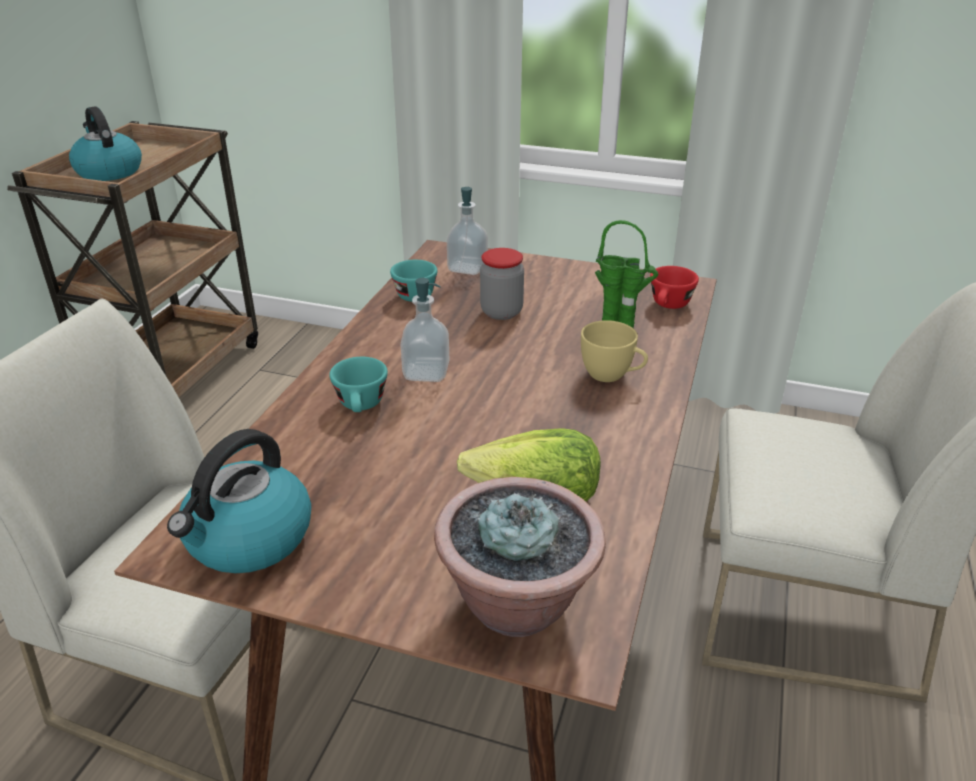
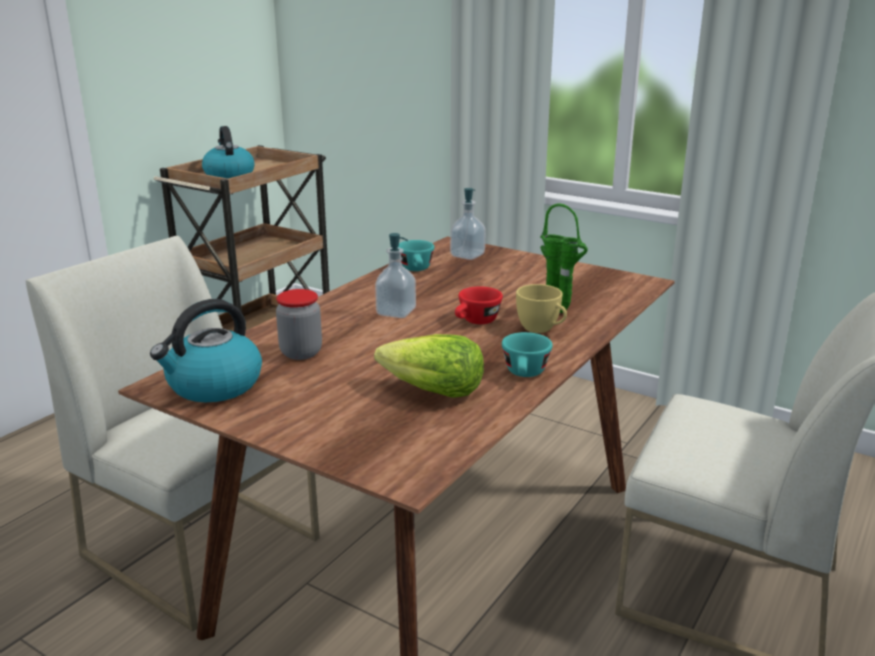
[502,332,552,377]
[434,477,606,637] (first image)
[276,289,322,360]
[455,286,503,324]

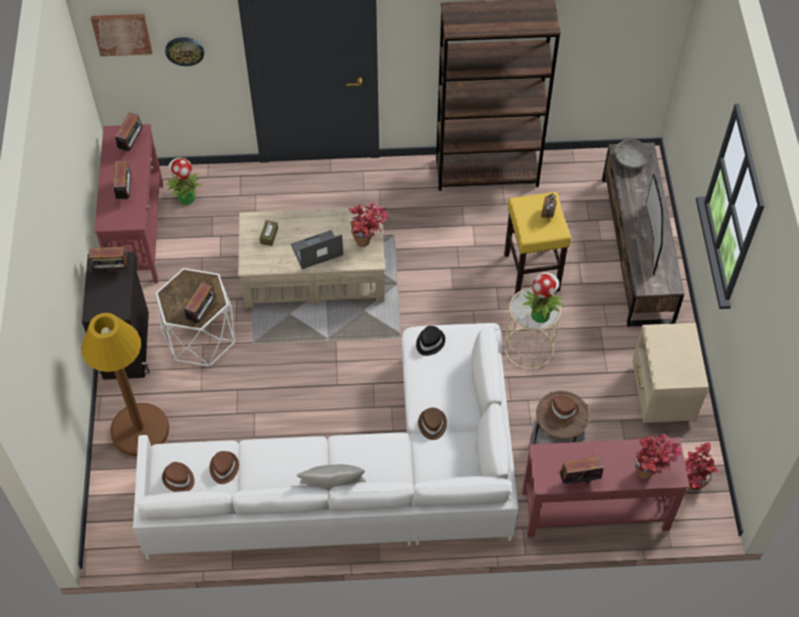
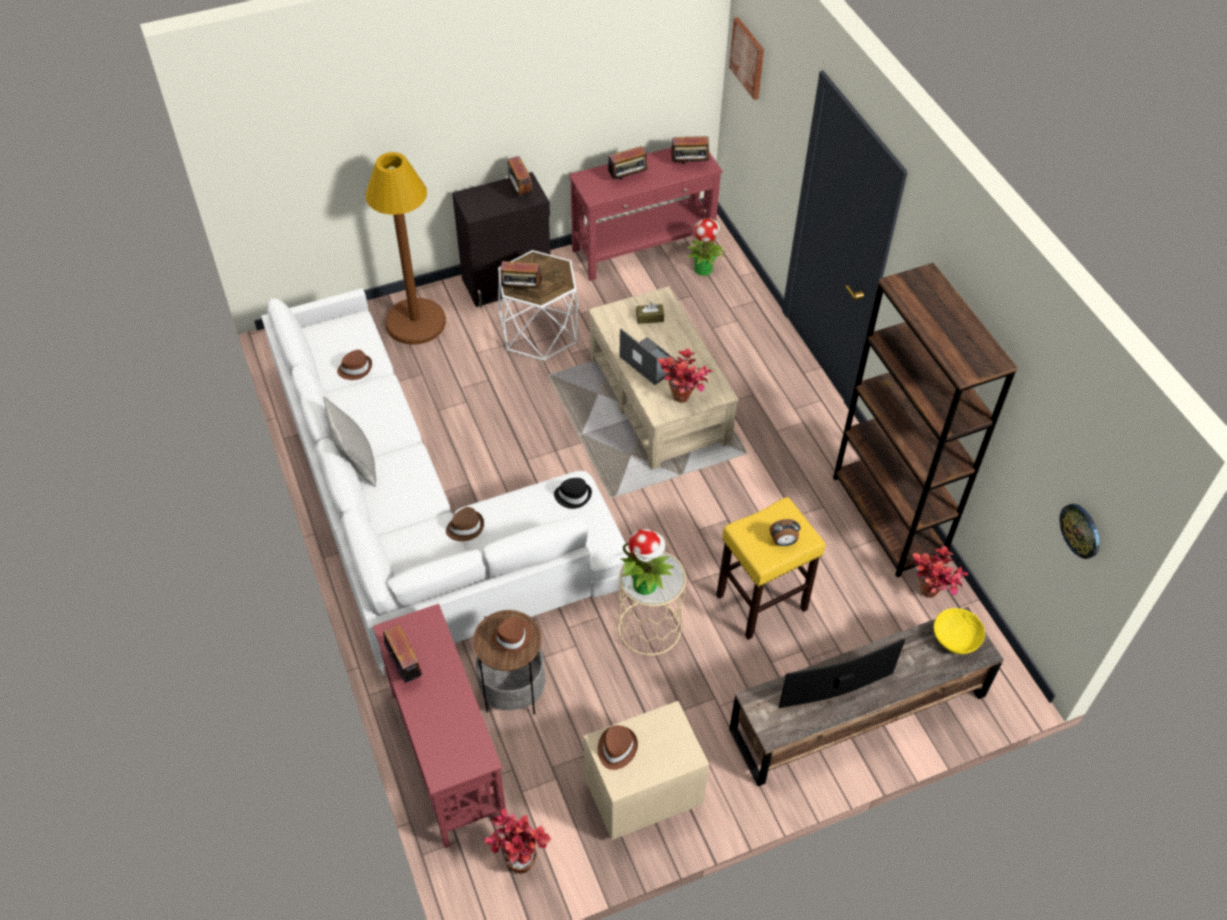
[598,725,638,770]
[1059,504,1100,559]
[934,608,985,654]
[913,546,968,598]

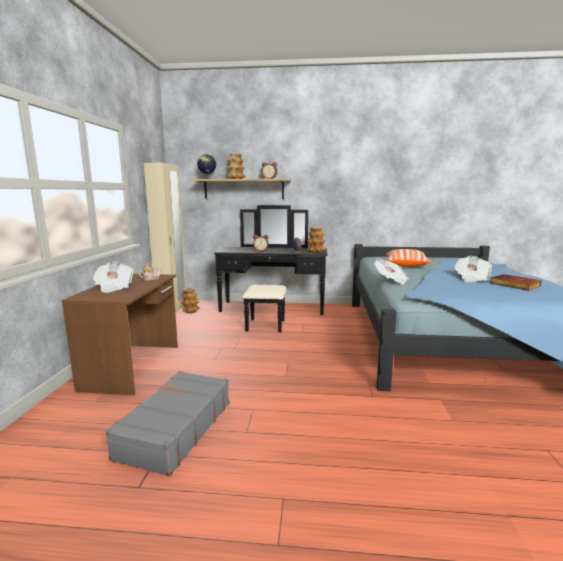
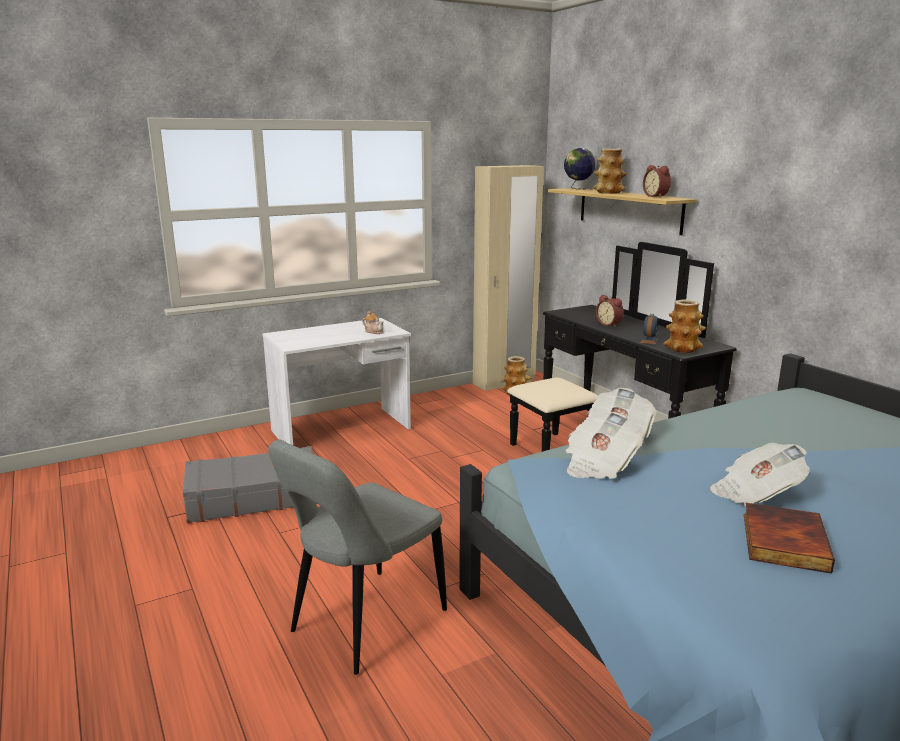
[262,318,411,445]
[566,412,643,479]
[386,249,431,267] (first image)
[268,439,447,675]

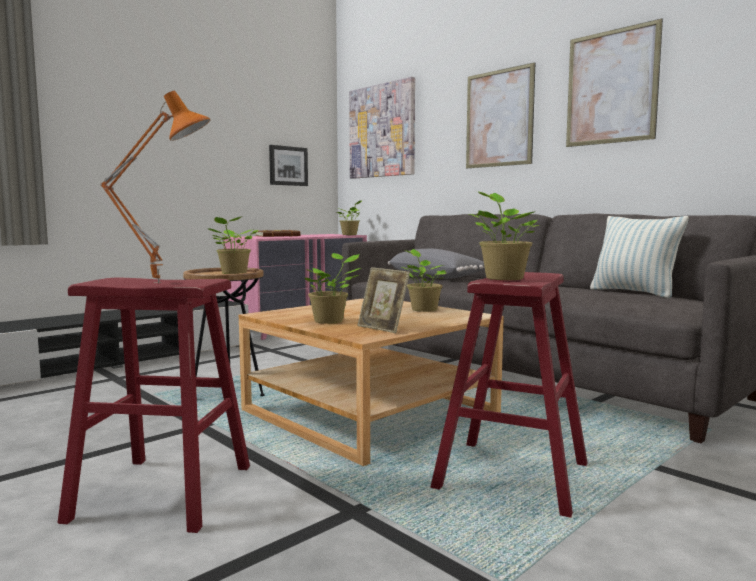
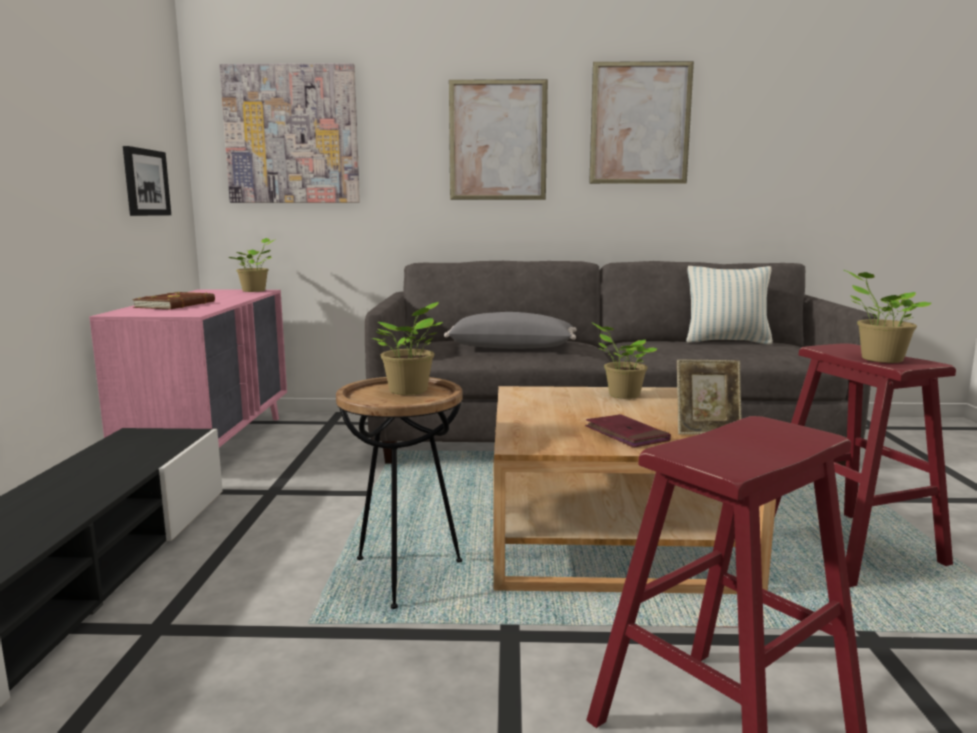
[100,91,210,283] (first image)
[585,414,671,448]

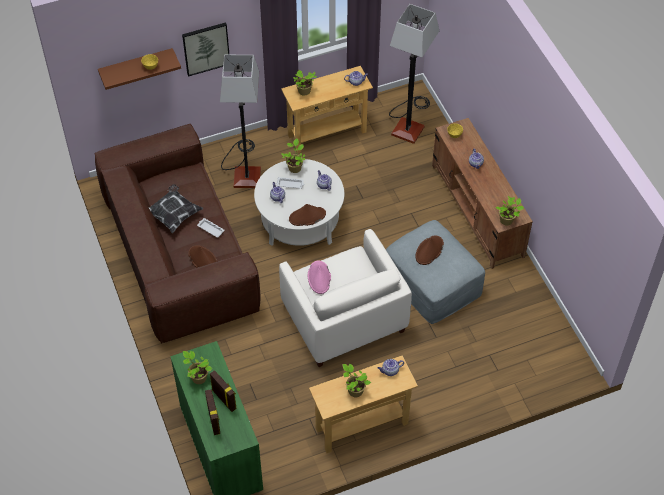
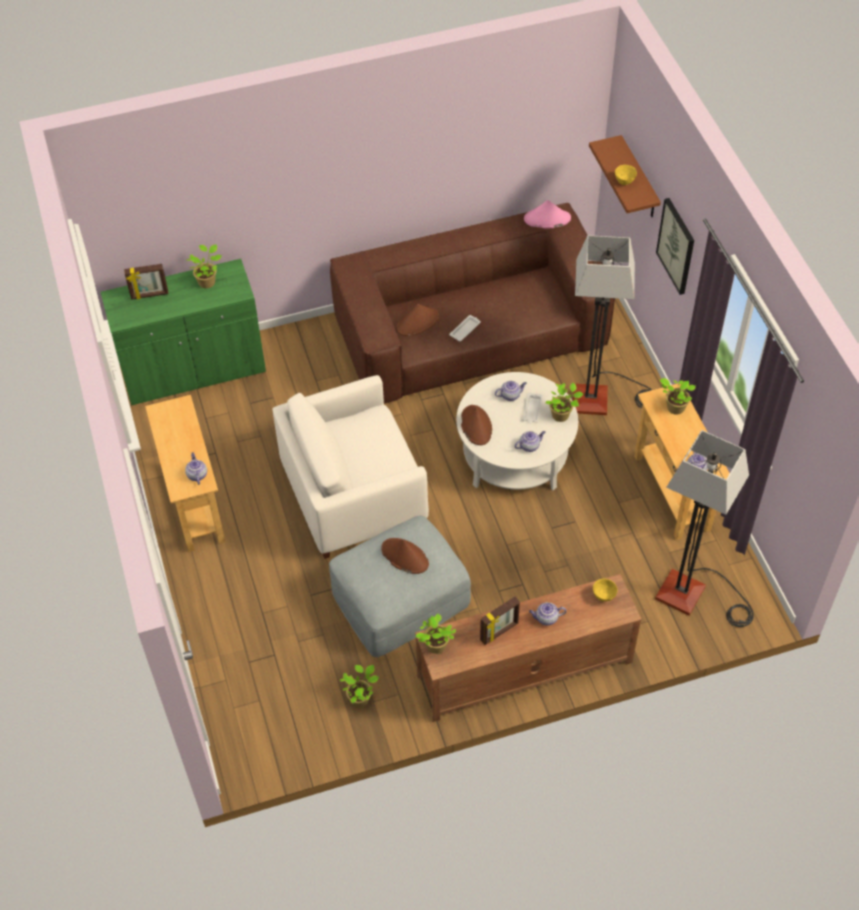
[149,184,203,234] (first image)
[480,597,520,645]
[524,200,571,228]
[340,665,379,708]

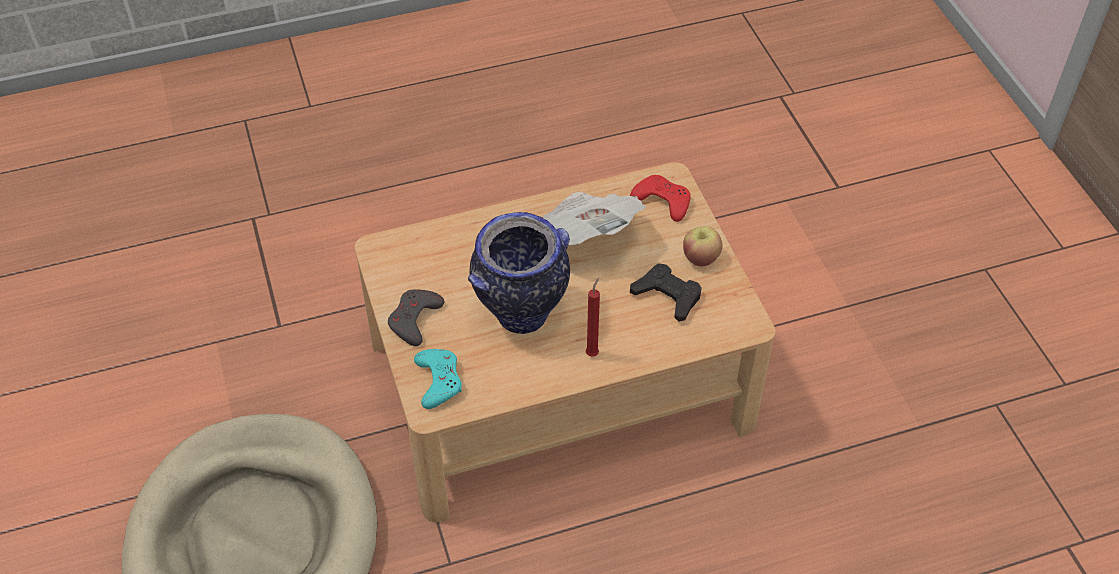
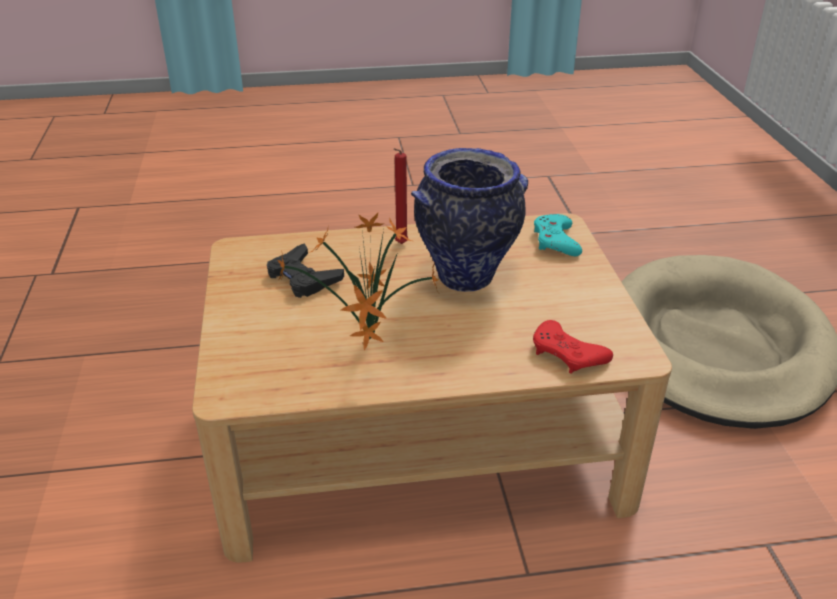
[388,290,445,346] (first image)
[277,213,439,351]
[533,320,613,374]
[683,226,722,266] (first image)

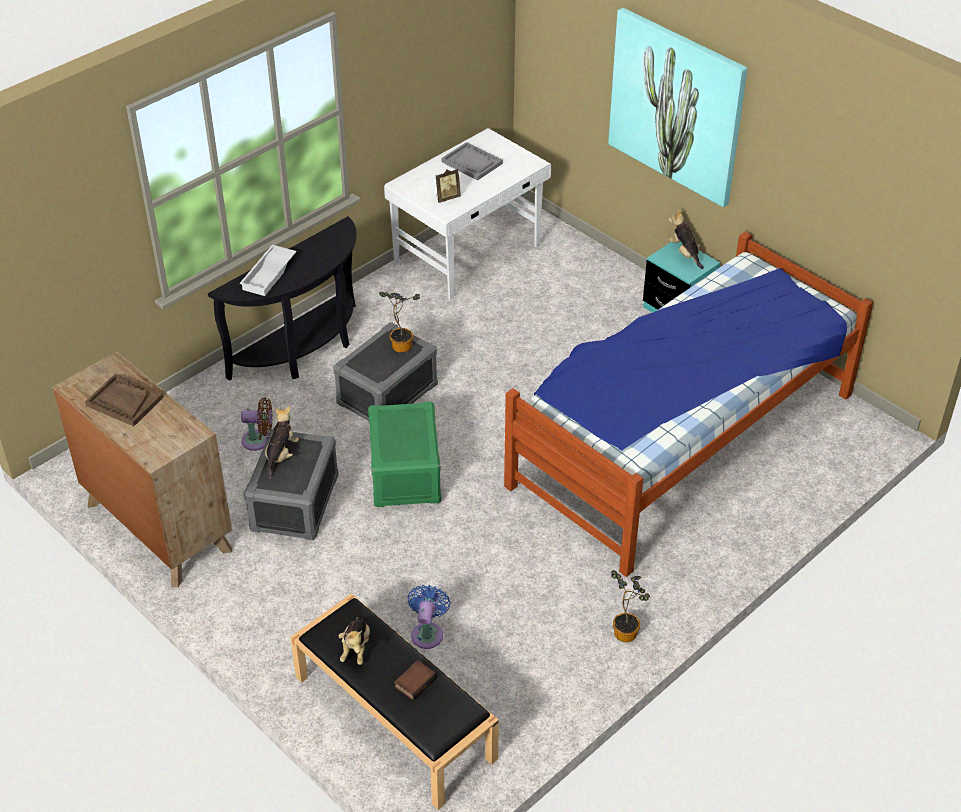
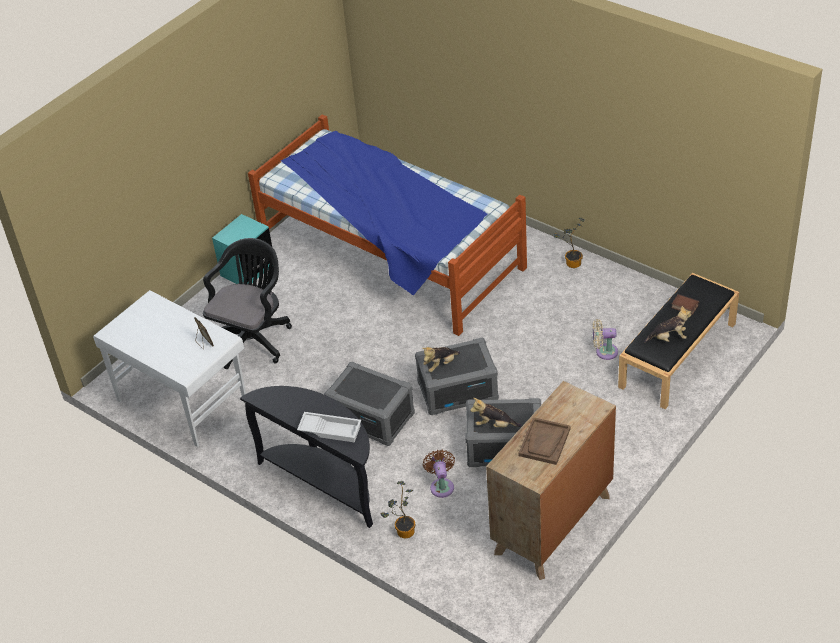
[415,338,499,415]
[381,481,416,538]
[593,319,618,360]
[442,142,503,180] (first image)
[608,8,747,207] (first image)
[422,347,460,372]
[203,238,292,369]

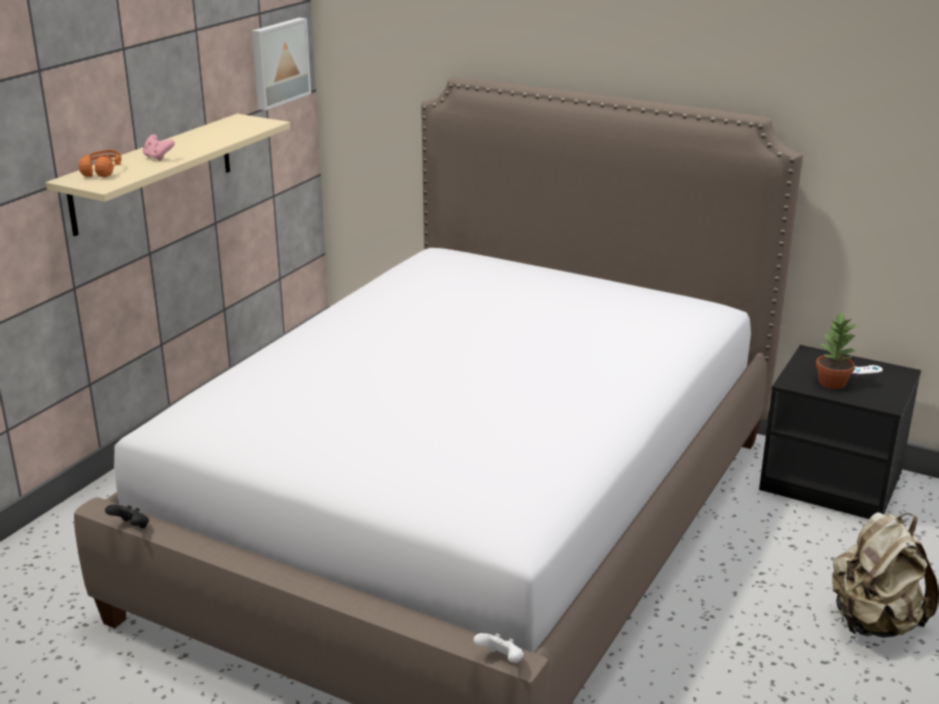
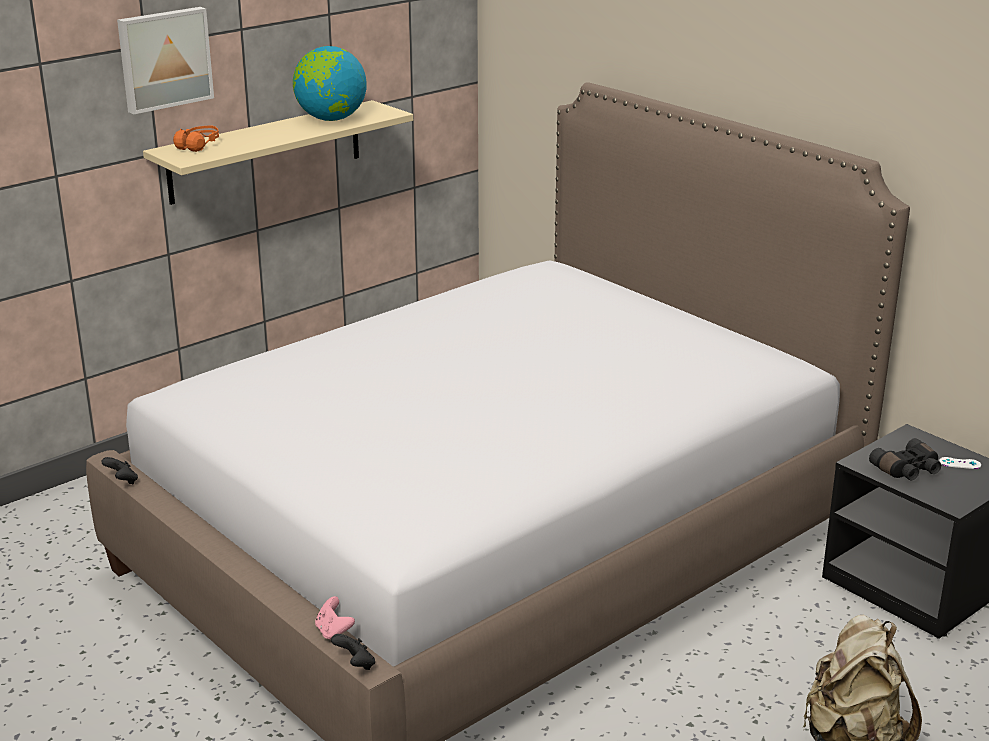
[315,596,355,640]
[117,7,214,114]
[331,634,375,670]
[869,438,941,480]
[293,46,367,121]

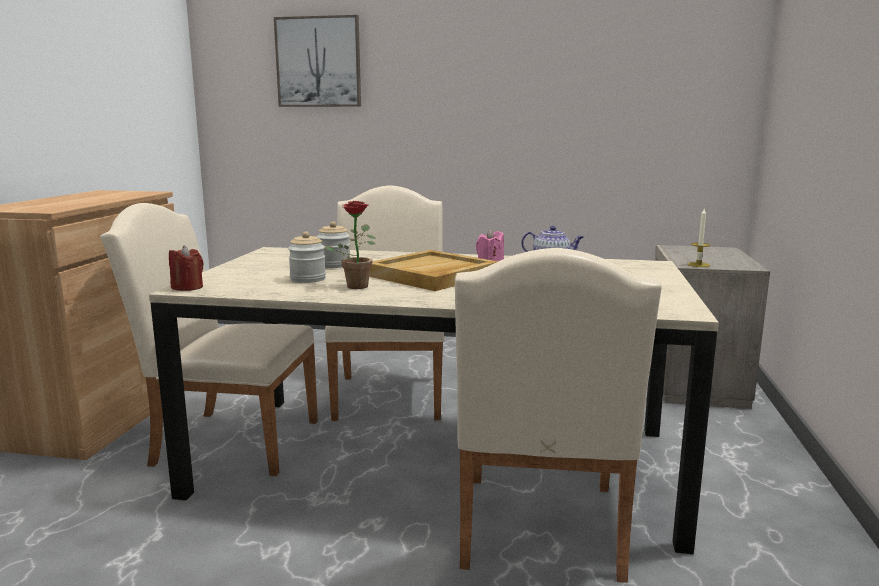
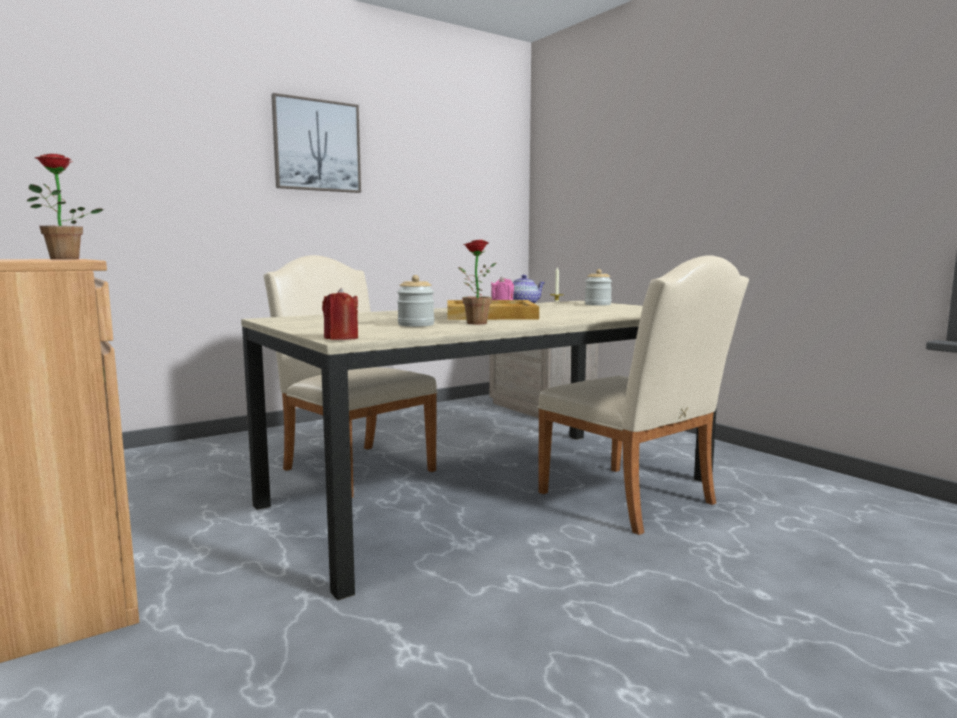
[100,203,318,476] (first image)
[271,93,361,193]
[585,269,612,306]
[27,154,104,259]

